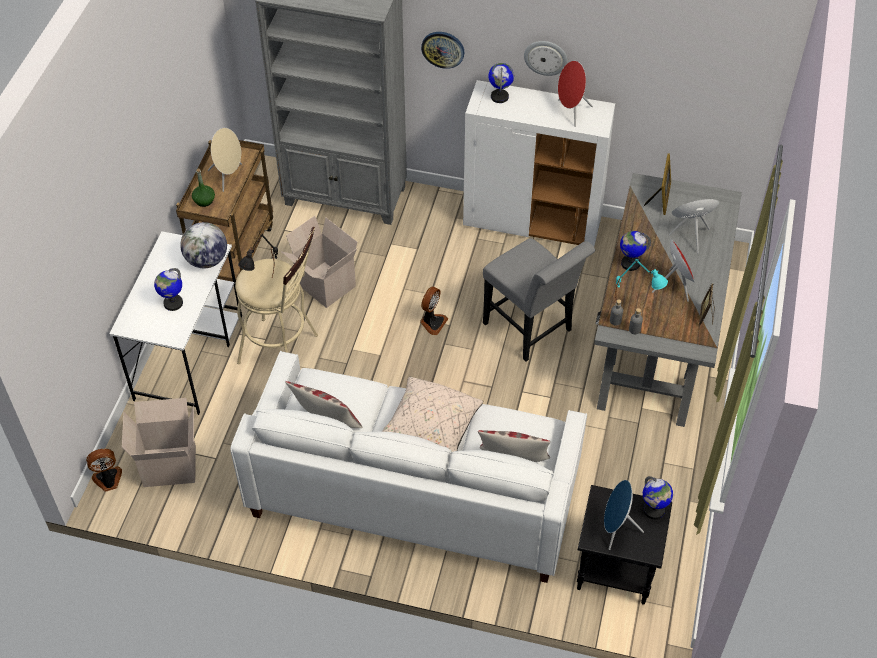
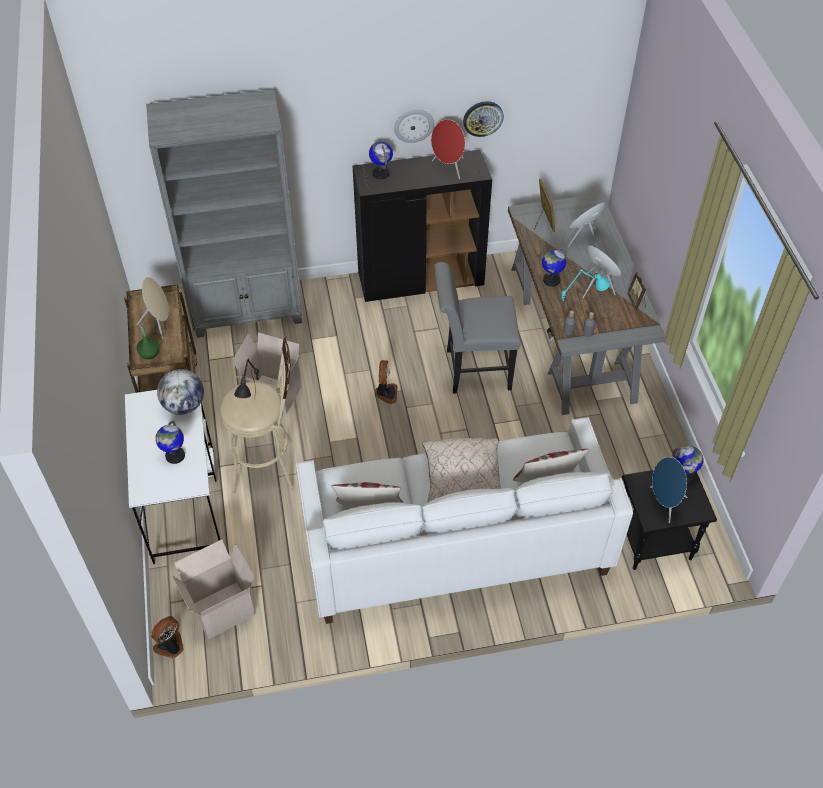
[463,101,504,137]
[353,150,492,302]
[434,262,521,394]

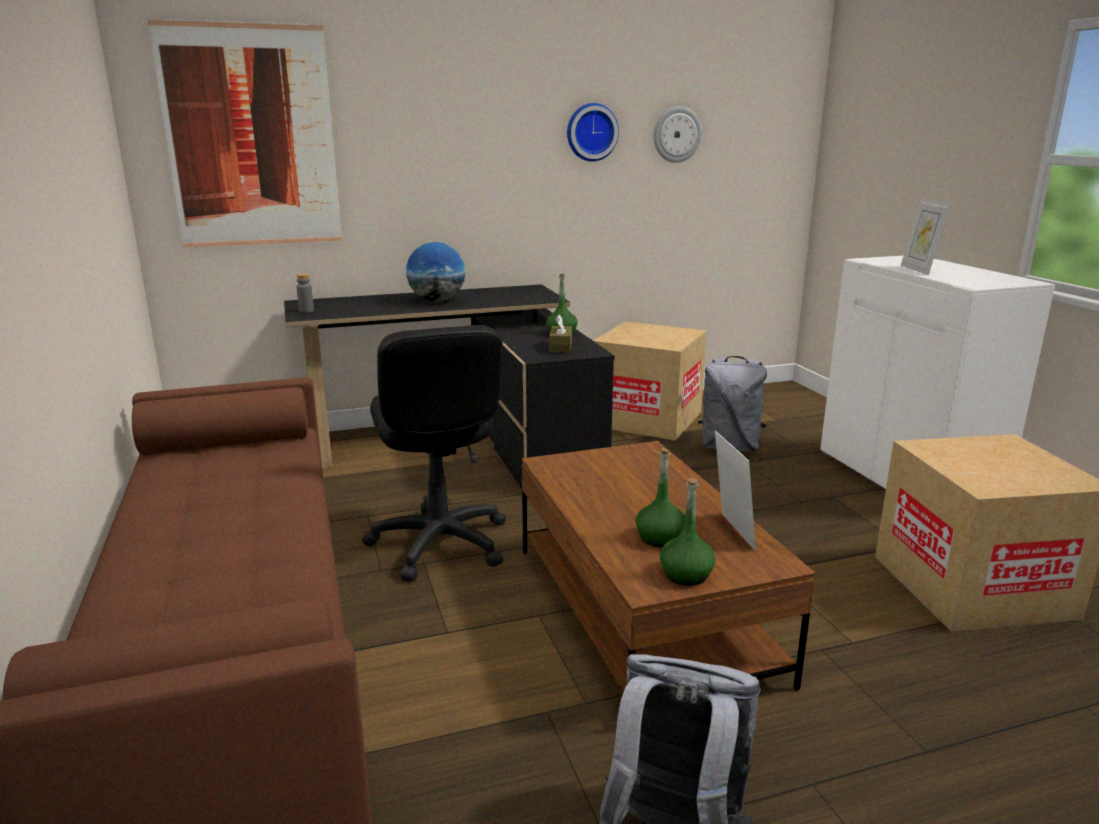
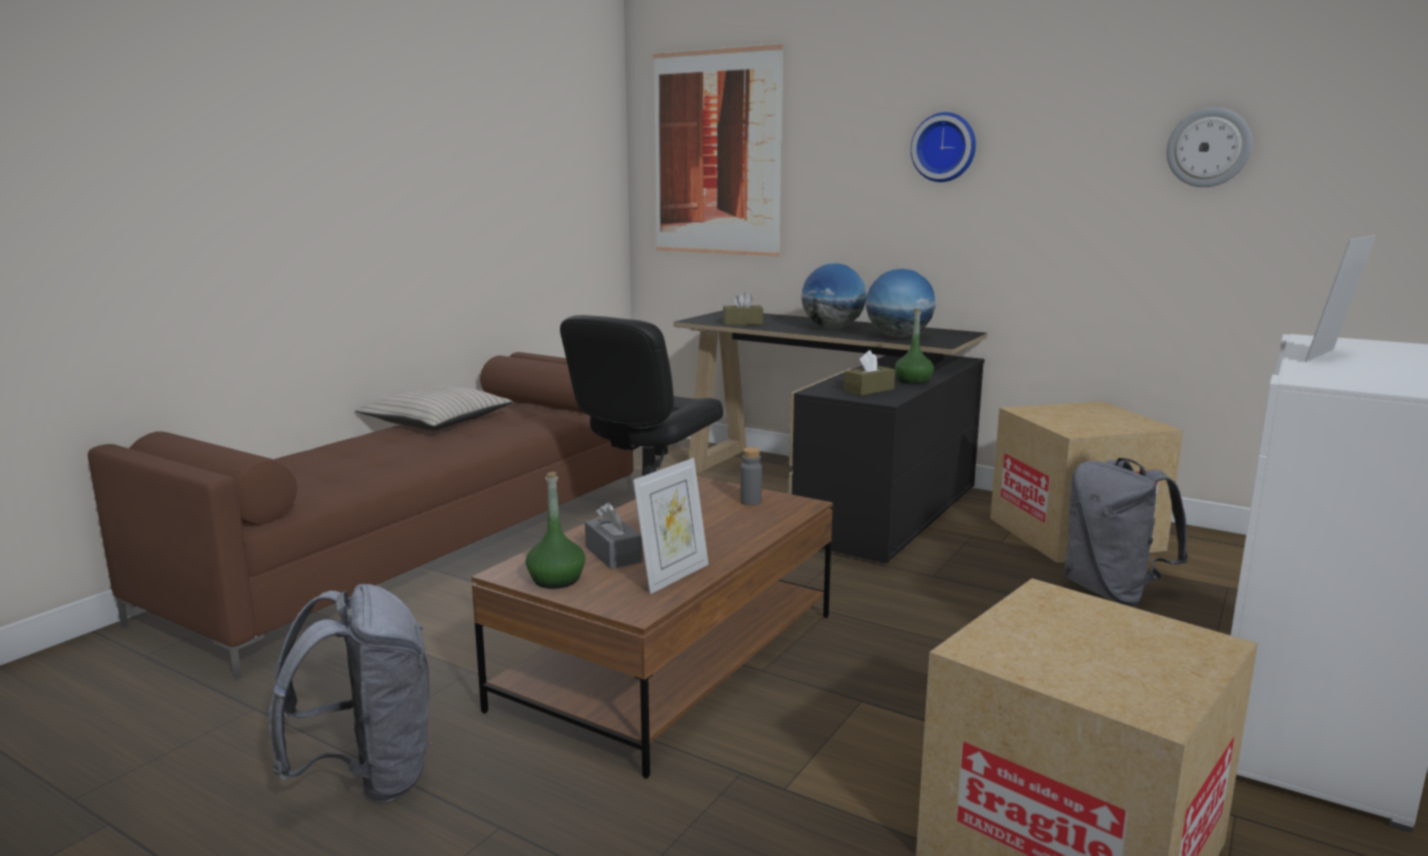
[740,447,762,505]
[911,112,976,182]
[585,502,642,569]
[355,384,513,430]
[723,291,763,325]
[866,269,935,337]

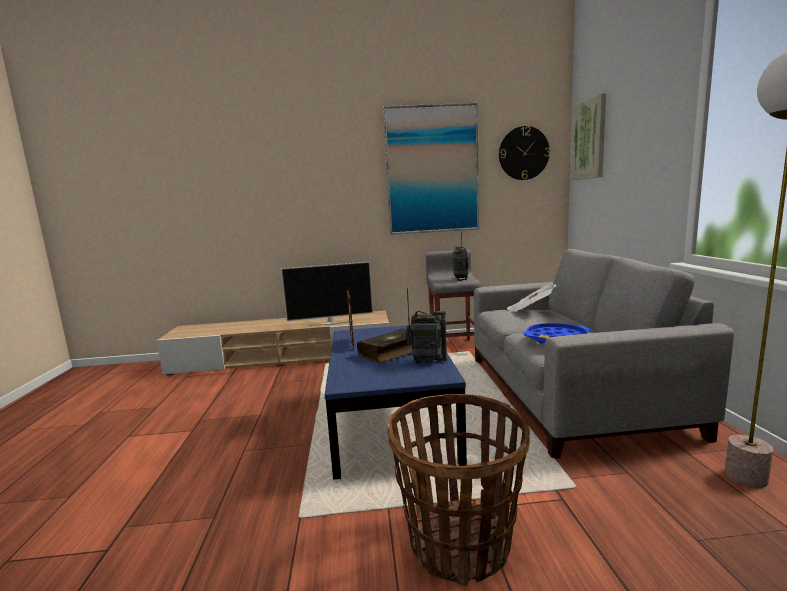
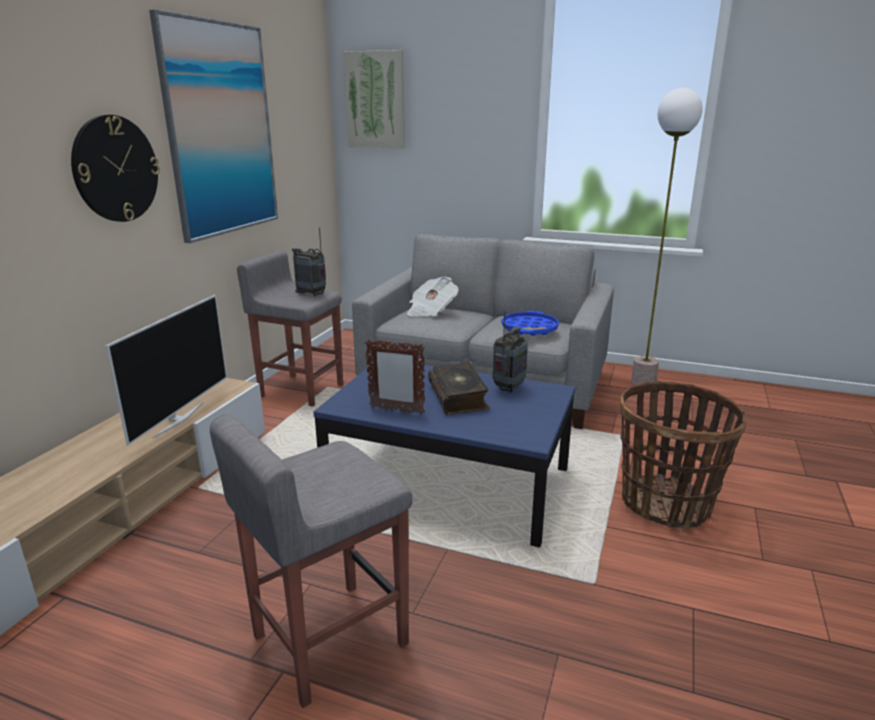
[71,115,160,222]
[210,414,413,708]

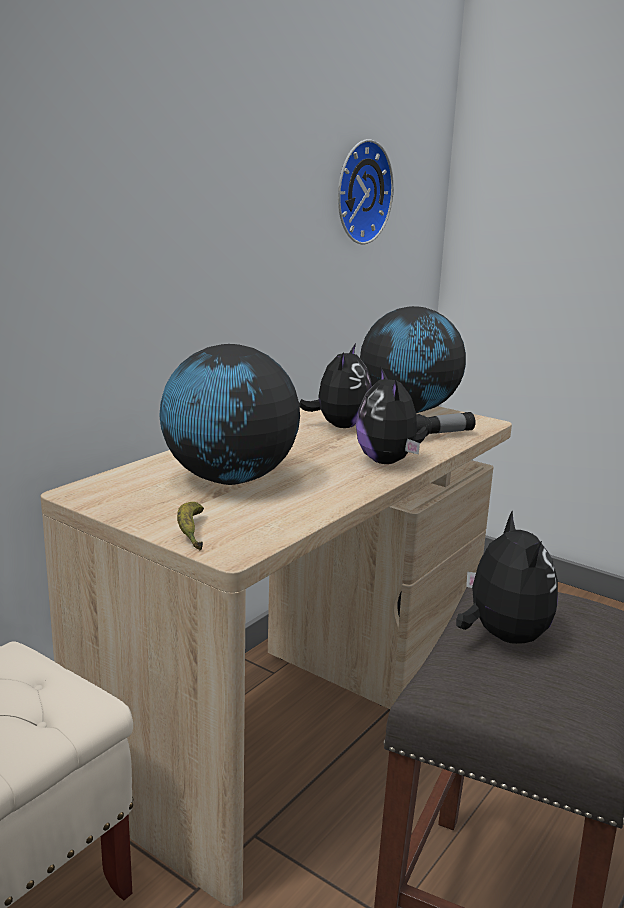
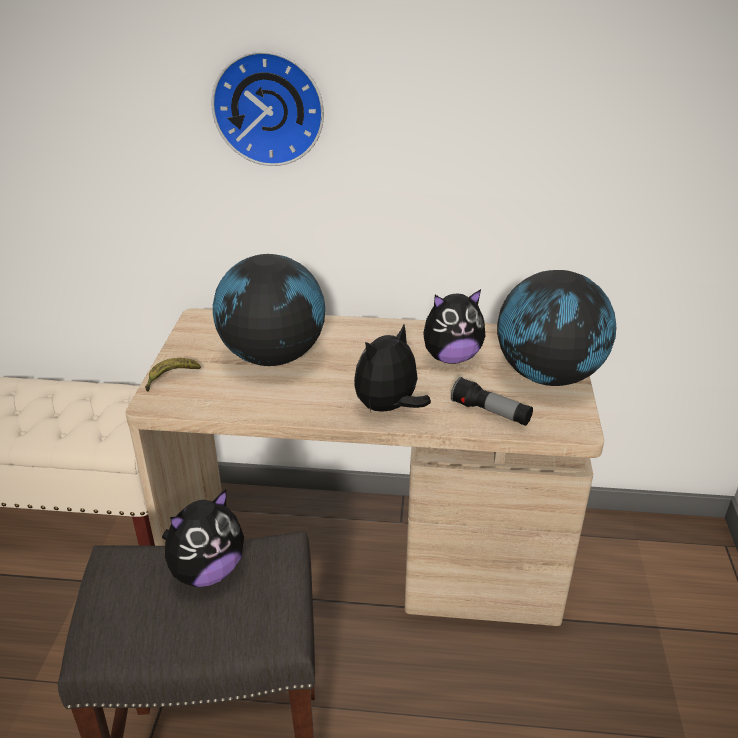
[211,51,324,166]

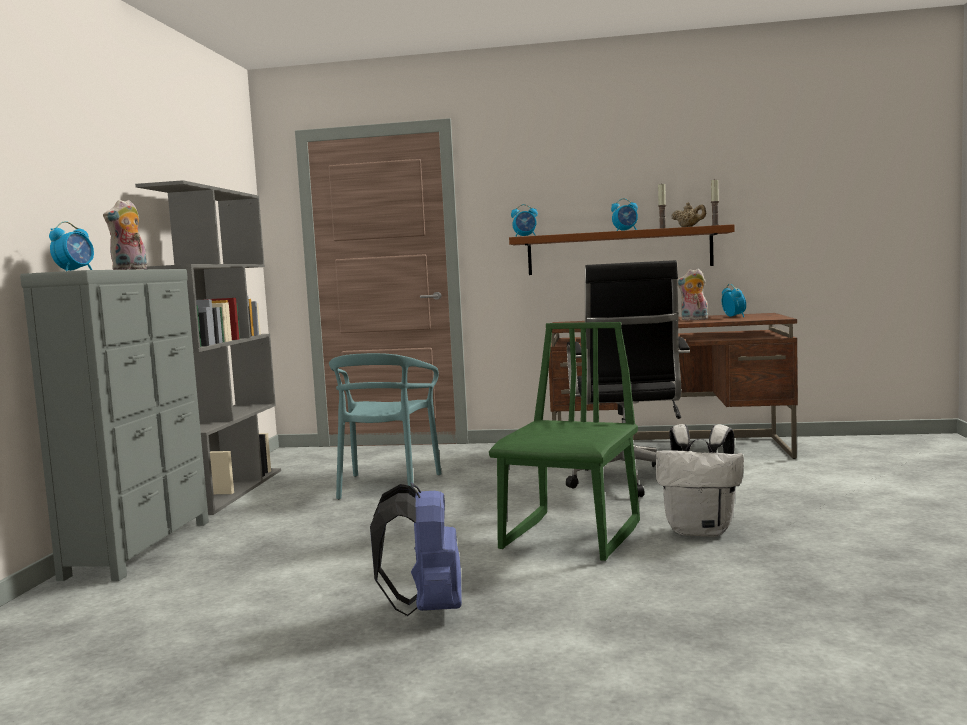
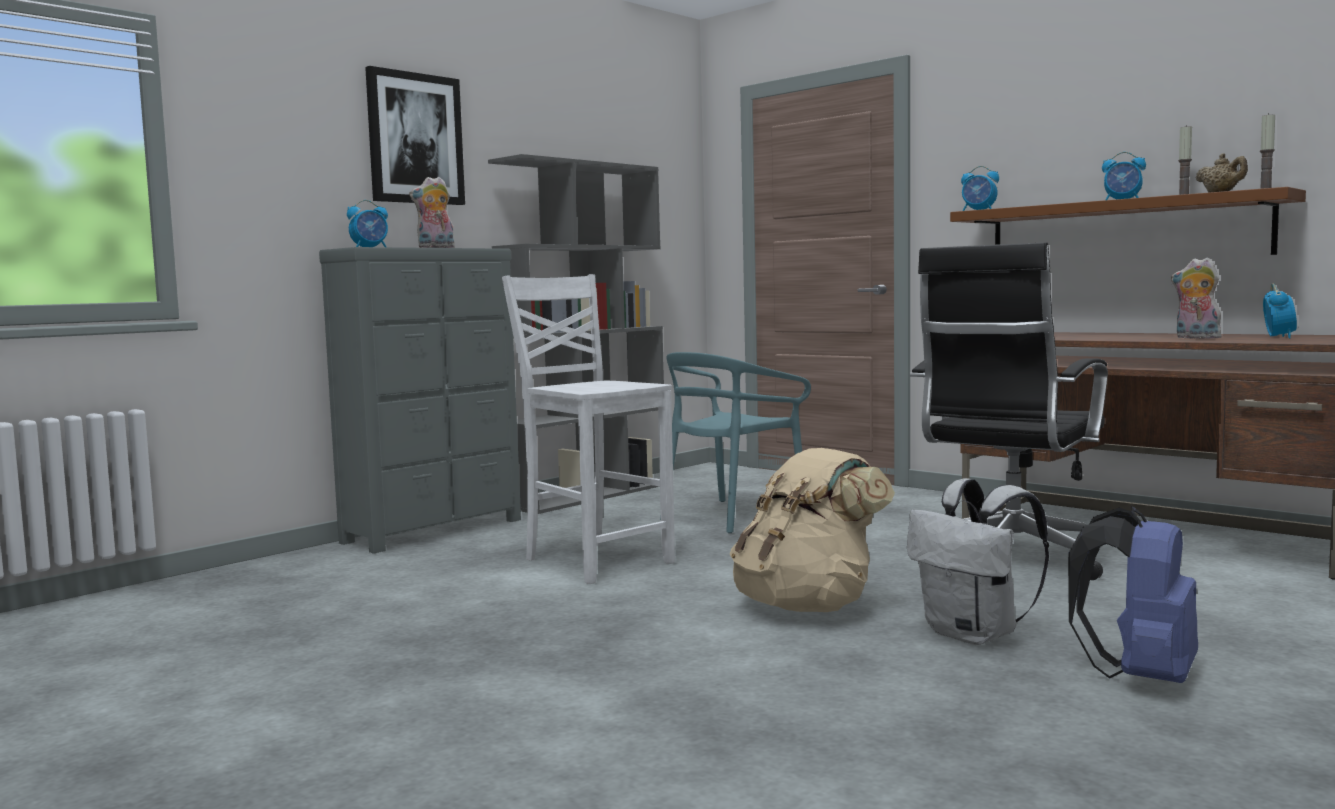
[1068,506,1198,683]
[730,448,895,612]
[365,66,465,205]
[502,274,675,584]

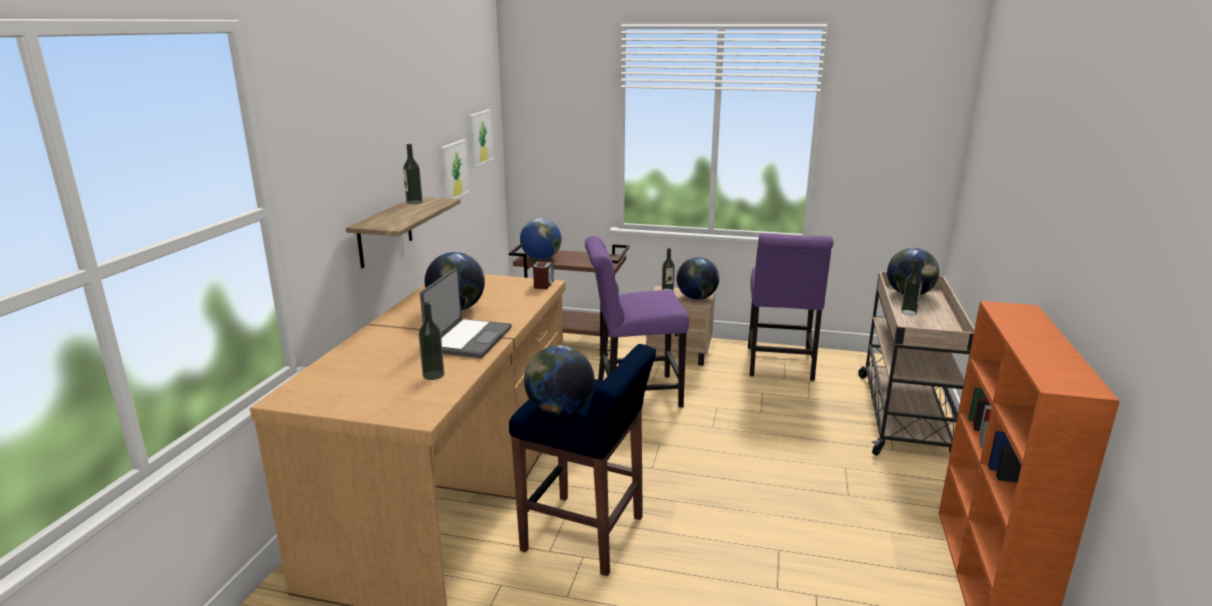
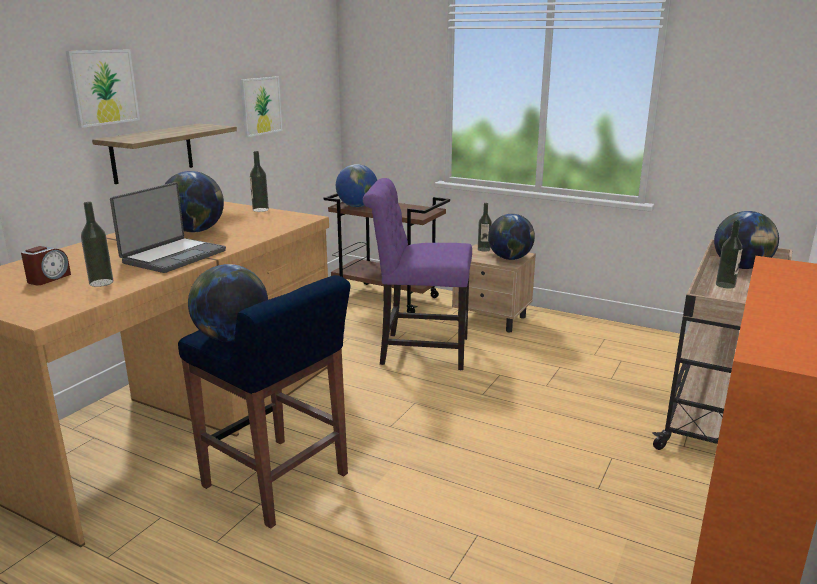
[250,151,269,212]
[66,50,140,128]
[21,246,71,285]
[748,234,833,381] (first image)

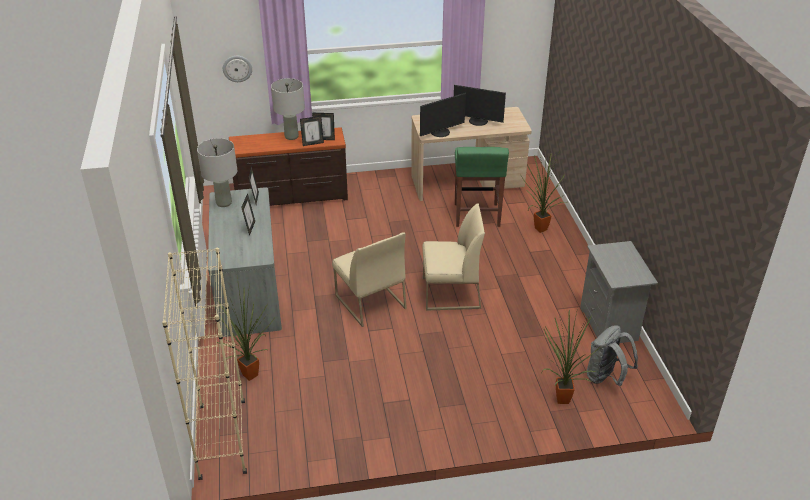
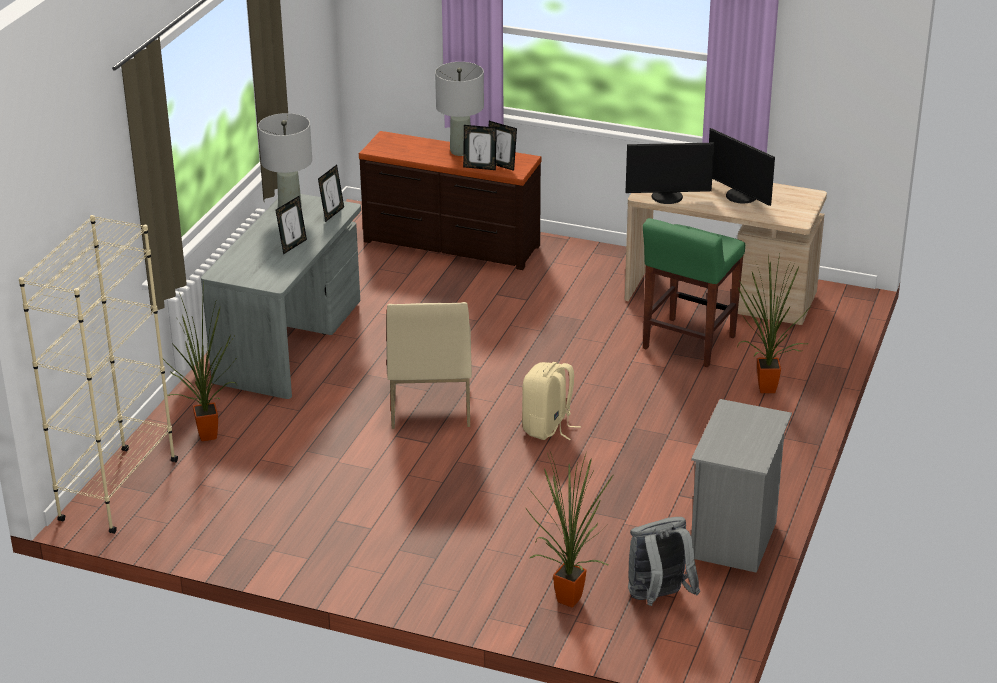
[223,56,252,82] (first image)
[522,362,581,440]

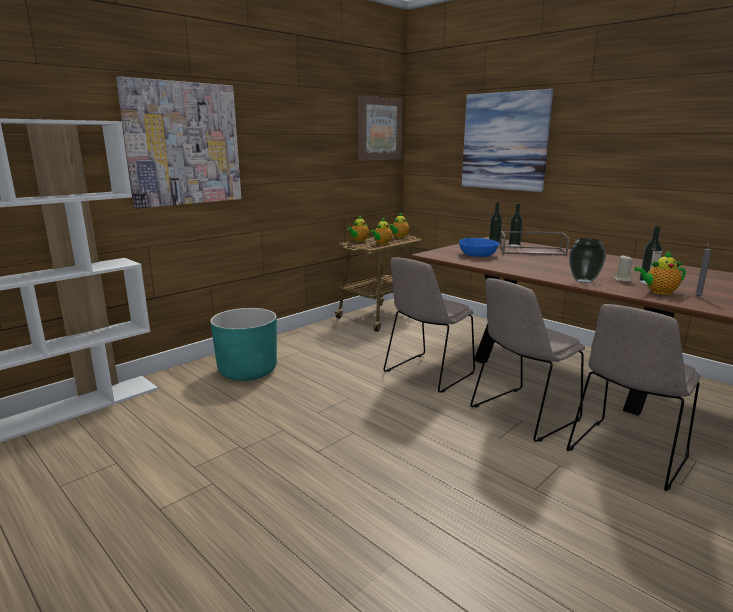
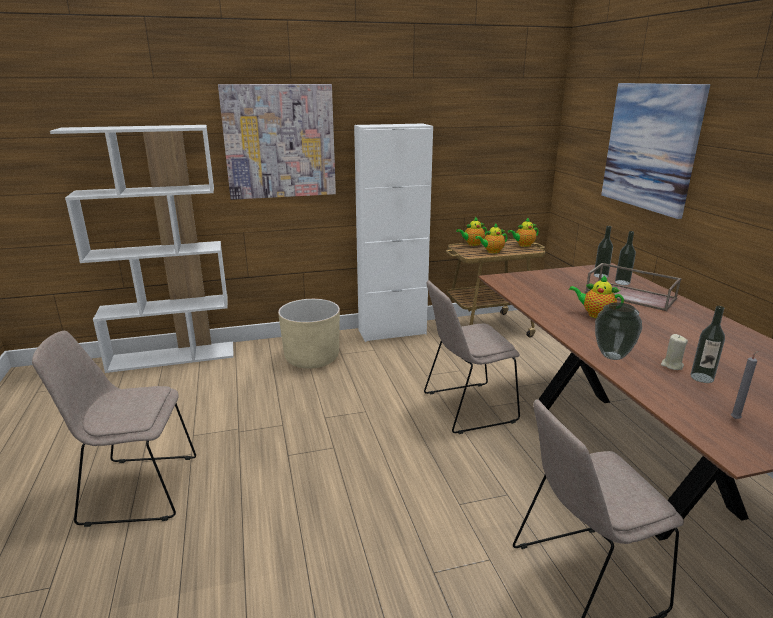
[278,299,340,369]
[358,95,403,161] (first image)
[459,238,499,257] (first image)
[32,331,196,527]
[569,276,624,318]
[354,123,433,342]

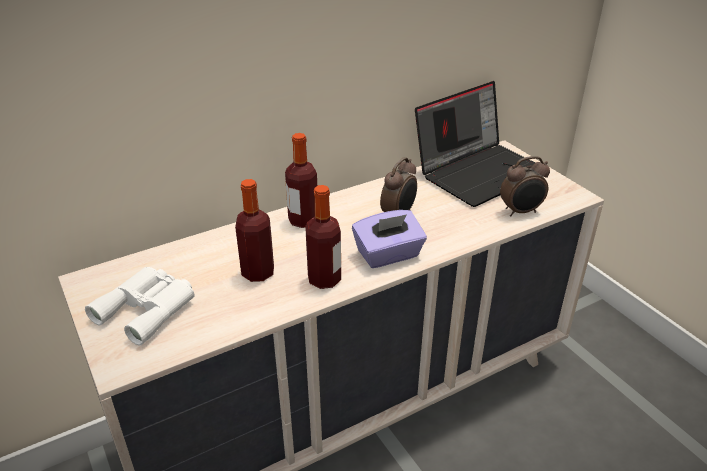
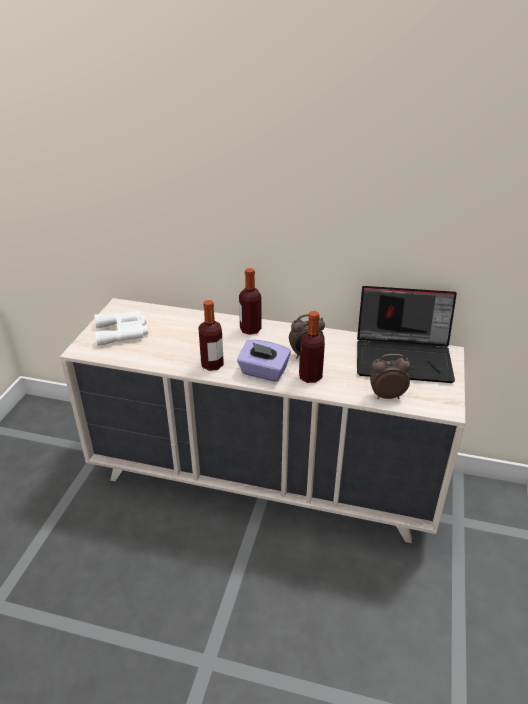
[299,311,325,383]
[370,354,410,399]

